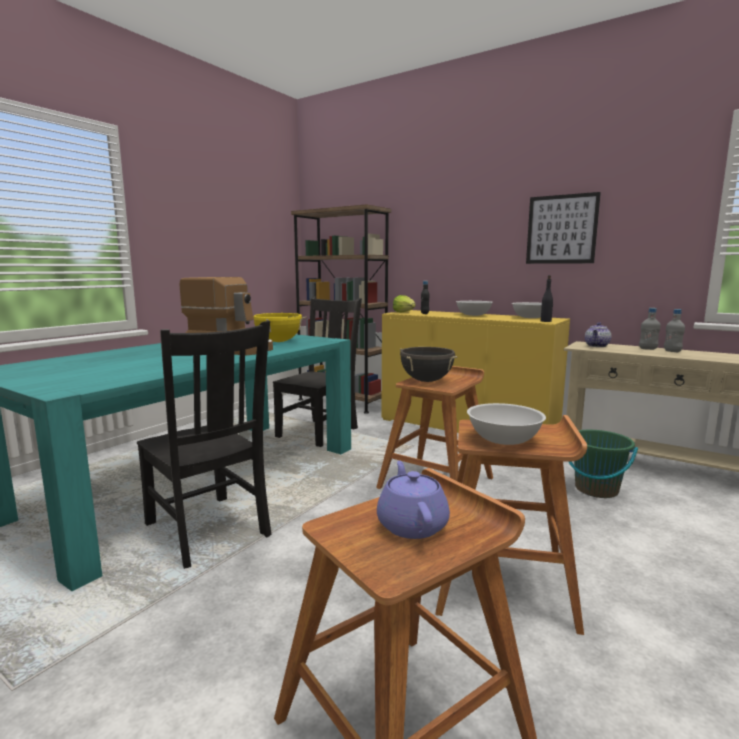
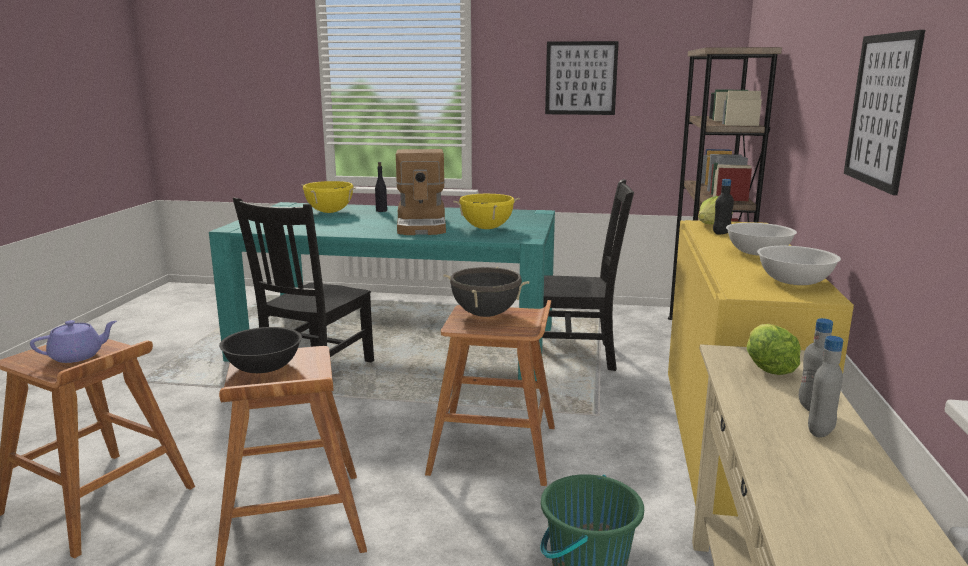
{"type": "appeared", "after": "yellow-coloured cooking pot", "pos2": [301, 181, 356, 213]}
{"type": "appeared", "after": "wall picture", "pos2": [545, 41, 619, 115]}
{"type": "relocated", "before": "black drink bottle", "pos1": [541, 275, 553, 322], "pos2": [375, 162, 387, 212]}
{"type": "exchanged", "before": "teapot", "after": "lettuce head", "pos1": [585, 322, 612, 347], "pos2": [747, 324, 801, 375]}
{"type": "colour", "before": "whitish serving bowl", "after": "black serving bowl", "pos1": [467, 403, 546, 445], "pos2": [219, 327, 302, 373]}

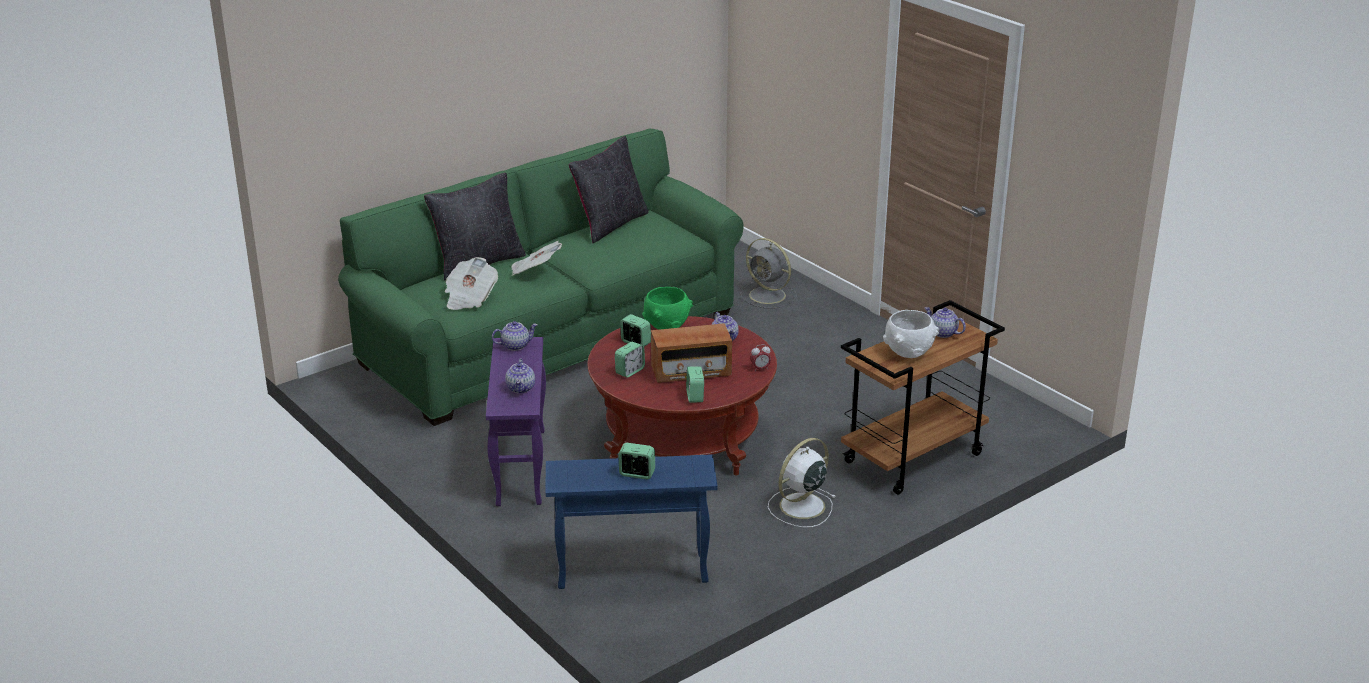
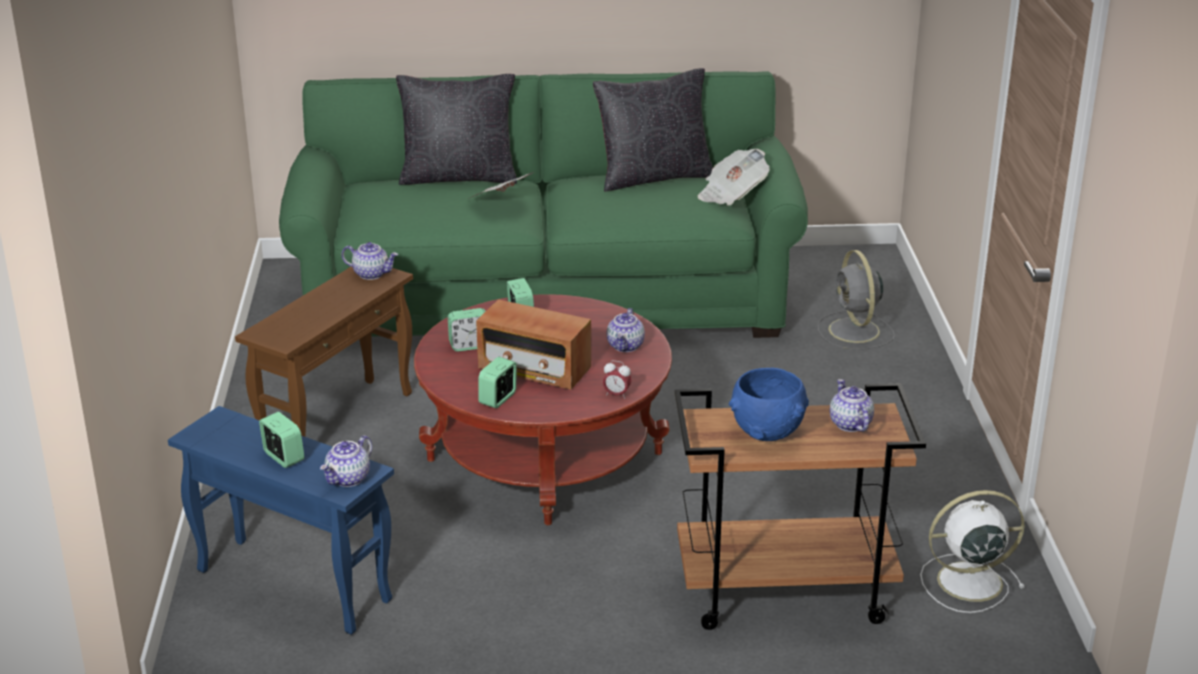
{"type": "missing", "before": "greenish serving bowl", "pos1": [642, 287, 693, 330]}
{"type": "relocated", "before": "newspaper", "pos1": [445, 257, 498, 310], "pos2": [697, 149, 770, 205]}
{"type": "relocated", "before": "teapot", "pos1": [505, 358, 535, 393], "pos2": [320, 435, 372, 487]}
{"type": "relocated", "before": "whitish electric fan", "pos1": [768, 438, 836, 528], "pos2": [920, 490, 1025, 613]}
{"type": "colour", "before": "purplish accent table", "after": "brown-coloured accent table", "pos1": [486, 337, 546, 506], "pos2": [235, 267, 413, 437]}
{"type": "colour", "before": "whitish serving bowl", "after": "blue-coloured serving bowl", "pos1": [883, 310, 939, 358], "pos2": [729, 368, 809, 441]}

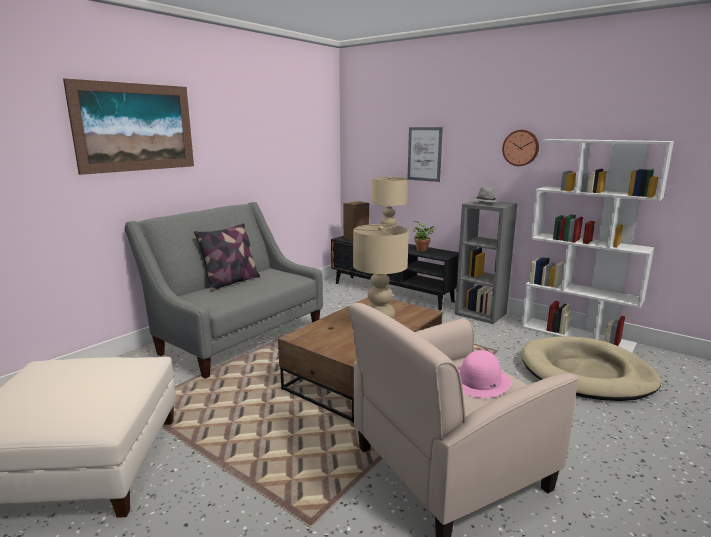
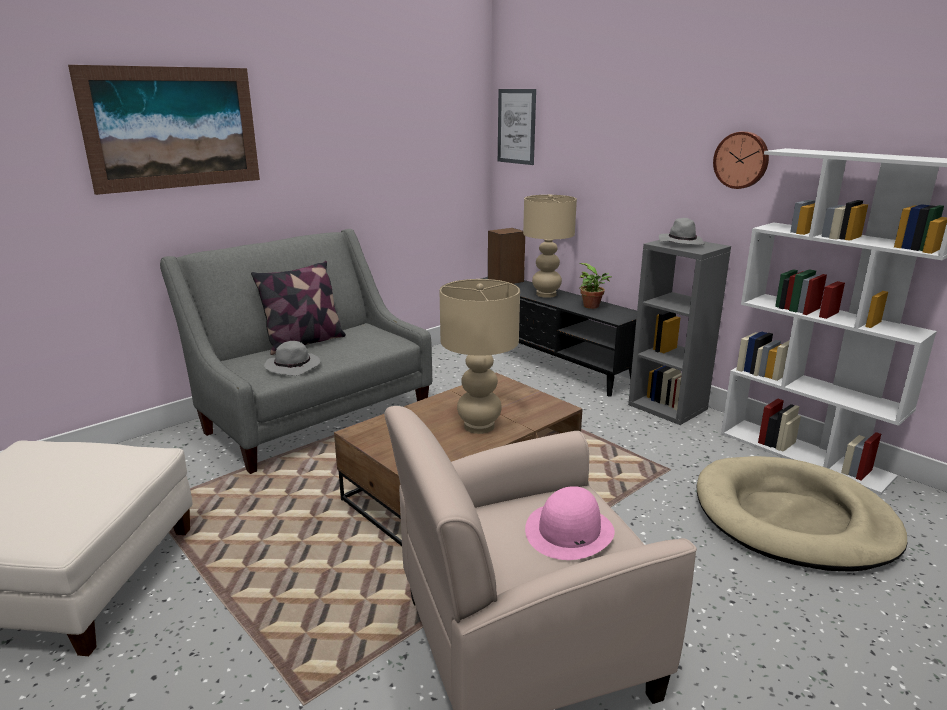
{"type": "appeared", "after": "gray clothing hat", "pos2": [264, 341, 320, 376]}
{"type": "relocated", "before": "wall picture", "pos1": [407, 127, 443, 182], "pos2": [498, 89, 536, 165]}

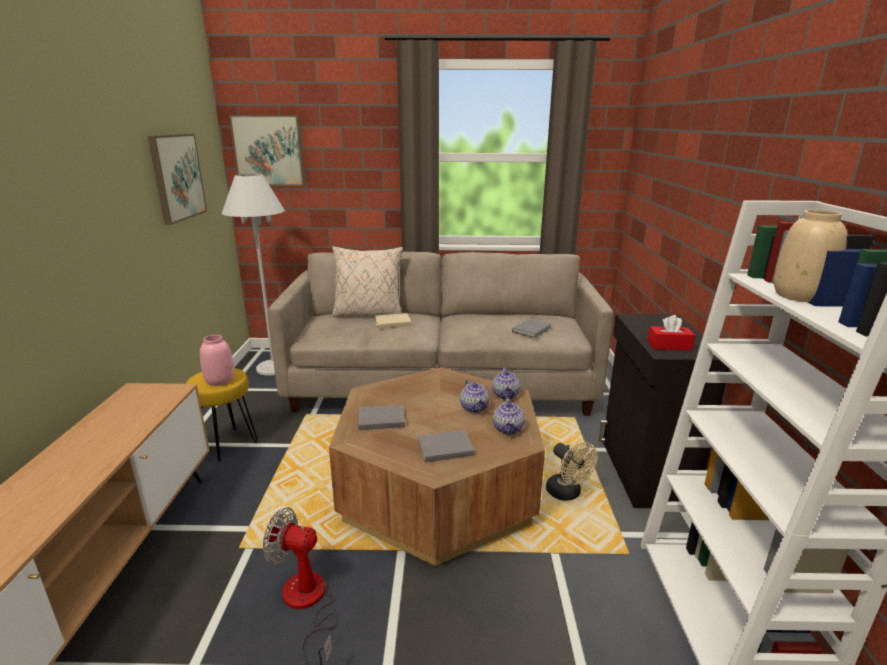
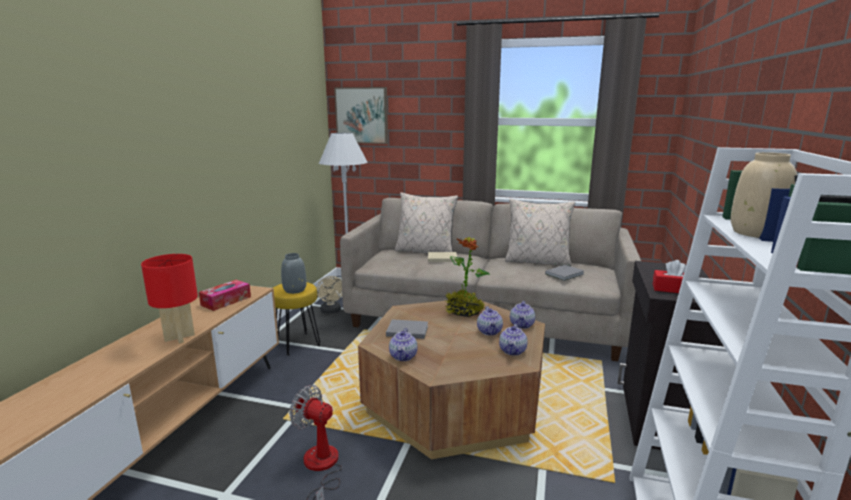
{"type": "missing", "before": "wall picture", "pos1": [148, 134, 207, 225]}
{"type": "missing", "before": "gray book", "pos1": [418, 430, 474, 462]}
{"type": "appeared", "after": "red-coloured tabletop lamp", "pos2": [141, 254, 198, 344]}
{"type": "appeared", "after": "box of tissues", "pos2": [199, 280, 251, 311]}
{"type": "appeared", "after": "teapot", "pos2": [389, 328, 418, 361]}
{"type": "appeared", "after": "houseplant", "pos2": [445, 237, 490, 317]}
{"type": "appeared", "after": "beige throw pillow", "pos2": [505, 199, 575, 266]}
{"type": "relocated", "before": "beige electric fan", "pos1": [546, 442, 598, 501], "pos2": [317, 276, 342, 314]}
{"type": "colour", "before": "pinkish flower vase", "after": "gray flower vase", "pos1": [200, 335, 235, 386], "pos2": [281, 253, 307, 294]}

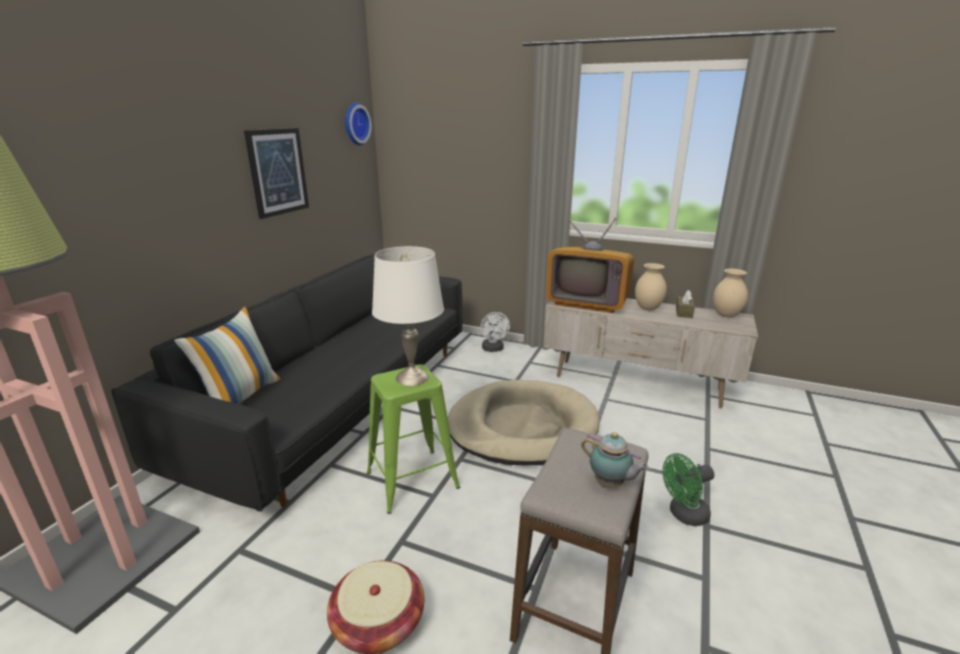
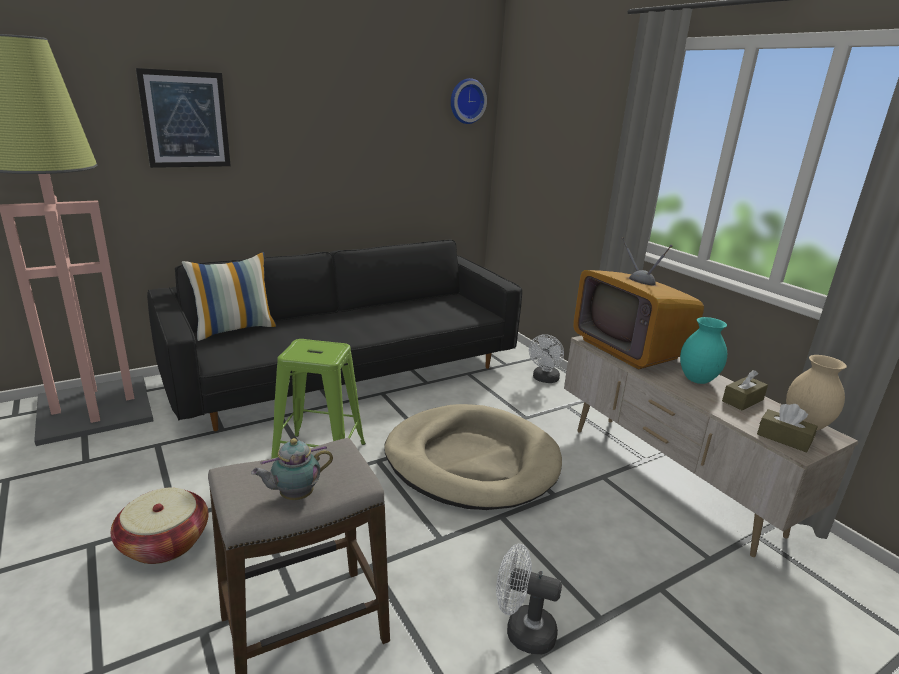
{"type": "missing", "before": "whitish tabletop lamp", "pos1": [372, 246, 444, 386]}
{"type": "appeared", "after": "brown-coloured box of tissues", "pos2": [757, 404, 818, 453]}
{"type": "relocated", "before": "wall picture", "pos1": [244, 128, 309, 219], "pos2": [136, 68, 231, 168]}
{"type": "colour", "before": "beige flower vase", "after": "turquoise-coloured flower vase", "pos1": [635, 263, 667, 310], "pos2": [680, 317, 727, 384]}
{"type": "colour", "before": "greenish electric fan", "after": "whitish electric fan", "pos1": [662, 453, 714, 526], "pos2": [496, 544, 562, 654]}
{"type": "spun", "before": "teapot", "pos1": [581, 432, 649, 487], "pos2": [251, 438, 333, 500], "turn": 75}

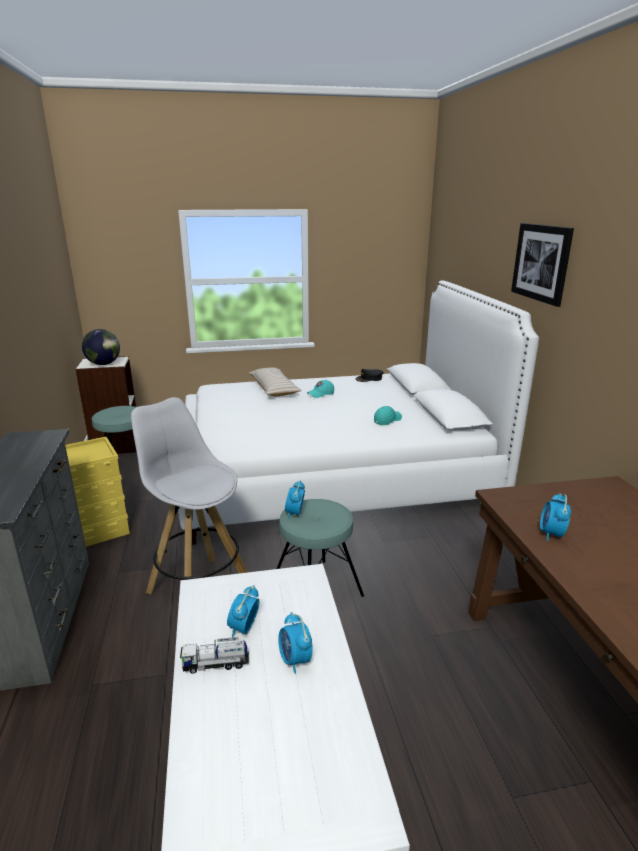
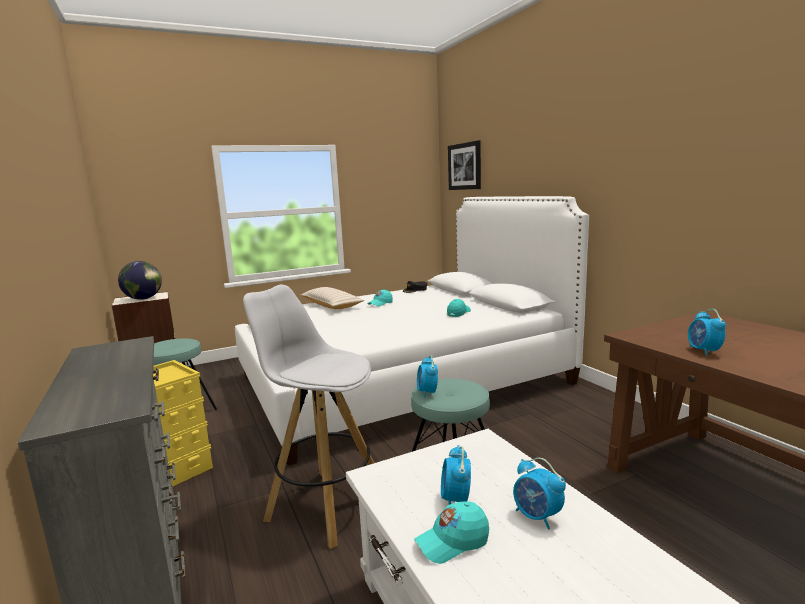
{"type": "relocated", "before": "wall picture", "pos1": [511, 223, 574, 307], "pos2": [448, 140, 481, 190]}
{"type": "exchanged", "before": "toy truck", "after": "turquoise-coloured peaked cap", "pos1": [180, 637, 249, 674], "pos2": [414, 501, 489, 564]}

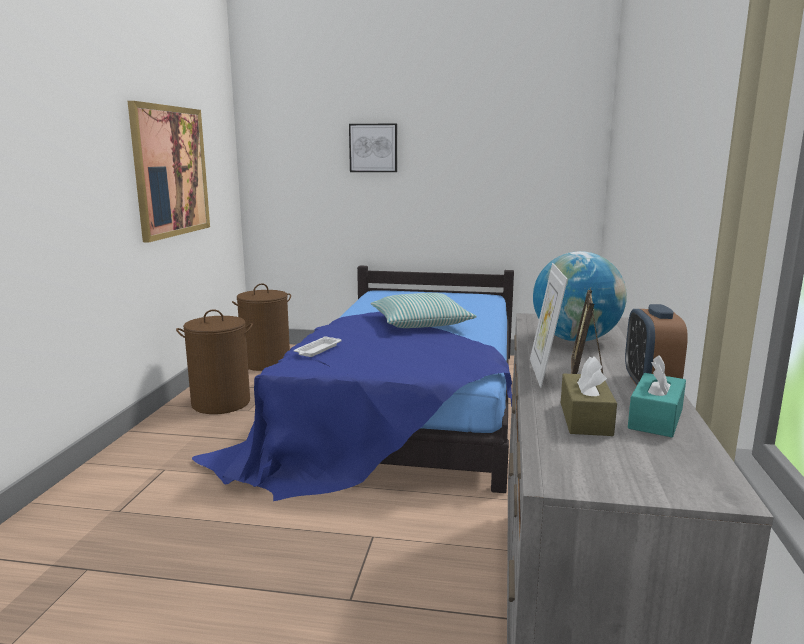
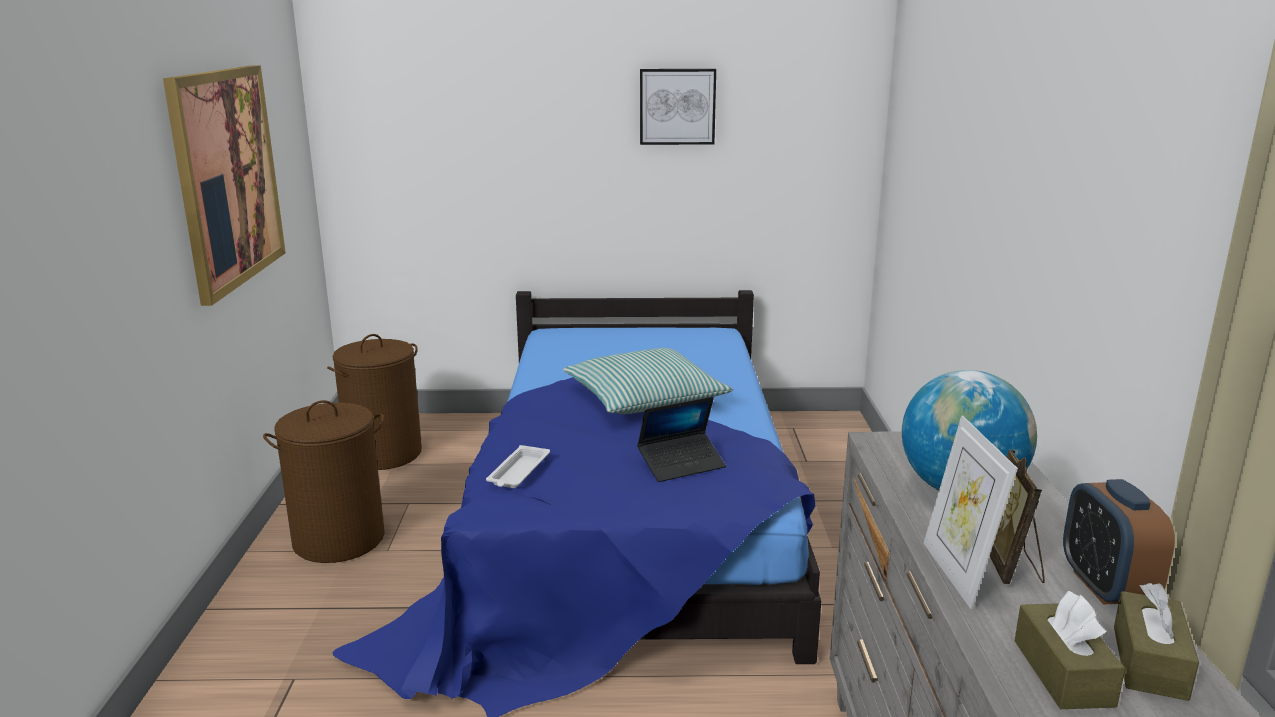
{"type": "appeared", "after": "notebook computer", "pos2": [637, 396, 726, 482]}
{"type": "relocated", "before": "wall picture", "pos1": [349, 123, 397, 172], "pos2": [640, 69, 716, 145]}
{"type": "colour", "before": "turquoise-coloured box of tissues", "after": "brown-coloured box of tissues", "pos1": [628, 355, 686, 437], "pos2": [1114, 583, 1199, 701]}

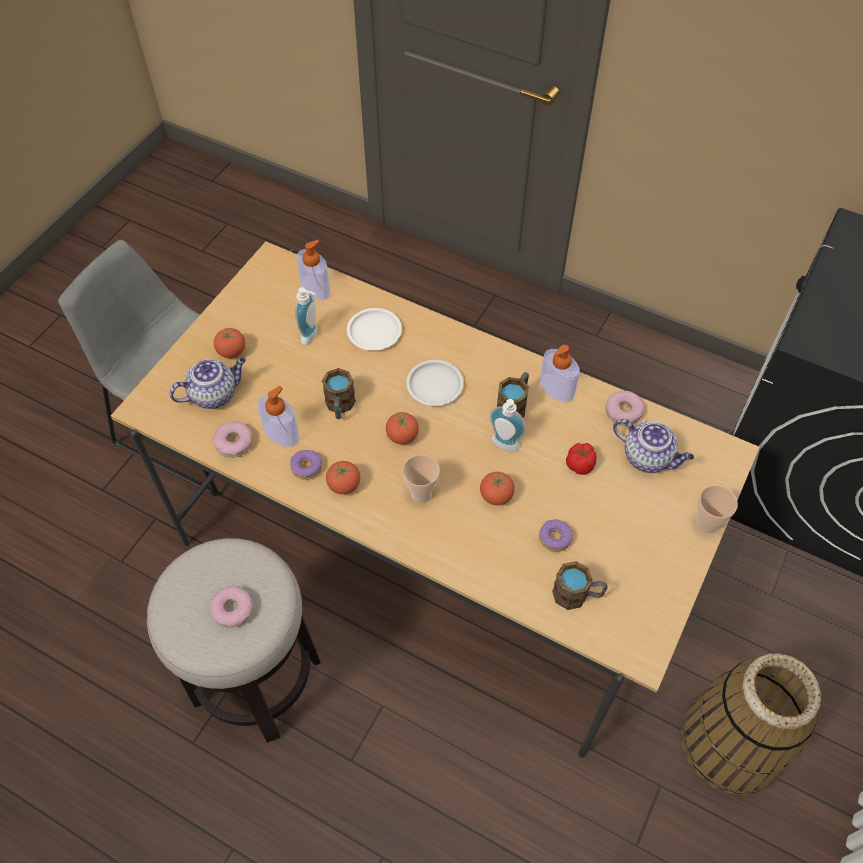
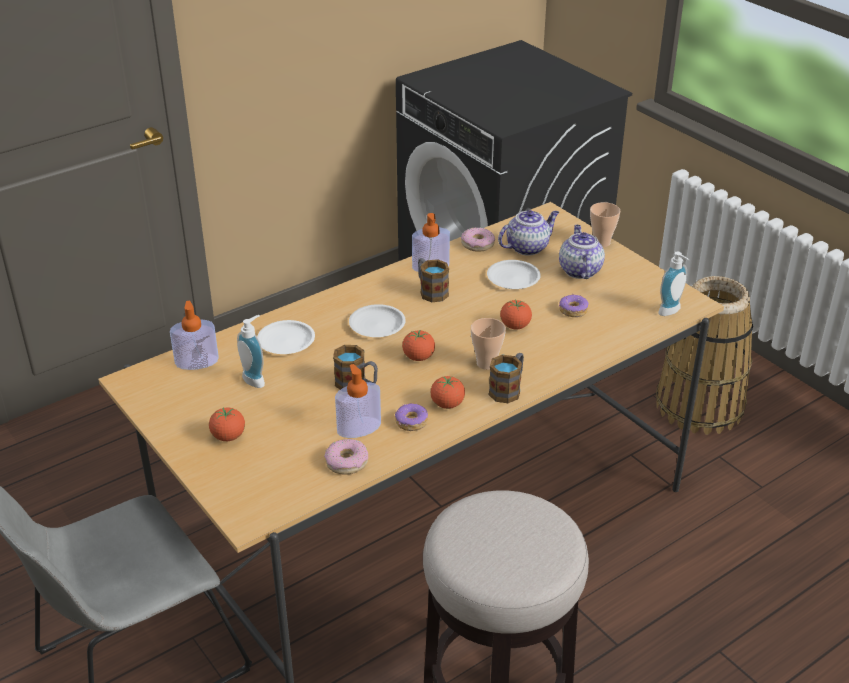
{"type": "missing", "before": "ring doughnut", "pos1": [210, 586, 254, 628]}
{"type": "relocated", "before": "teapot", "pos1": [170, 358, 246, 409], "pos2": [559, 225, 605, 279]}
{"type": "relocated", "before": "soap bottle", "pos1": [490, 399, 526, 452], "pos2": [659, 252, 689, 316]}
{"type": "relocated", "before": "tea mug", "pos1": [552, 561, 608, 610], "pos2": [488, 353, 524, 403]}
{"type": "exchanged", "before": "tomato", "after": "whitish flat dish", "pos1": [566, 443, 597, 475], "pos2": [487, 260, 541, 289]}

